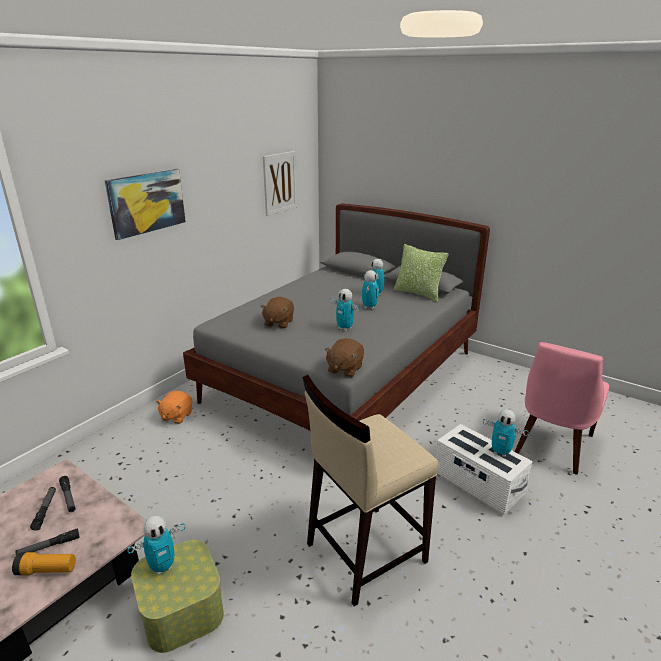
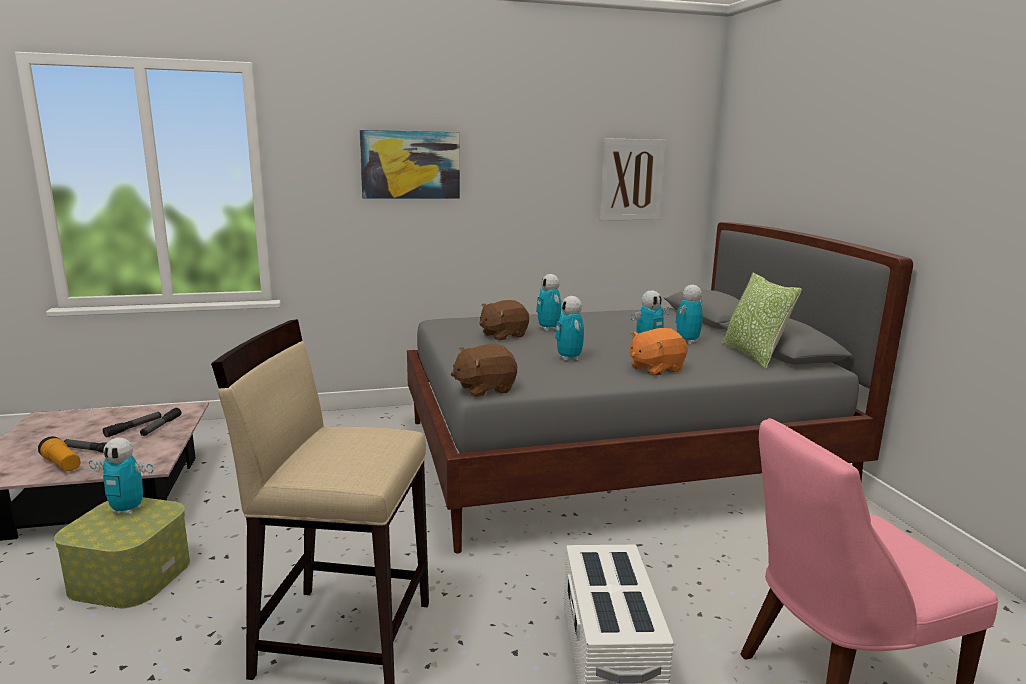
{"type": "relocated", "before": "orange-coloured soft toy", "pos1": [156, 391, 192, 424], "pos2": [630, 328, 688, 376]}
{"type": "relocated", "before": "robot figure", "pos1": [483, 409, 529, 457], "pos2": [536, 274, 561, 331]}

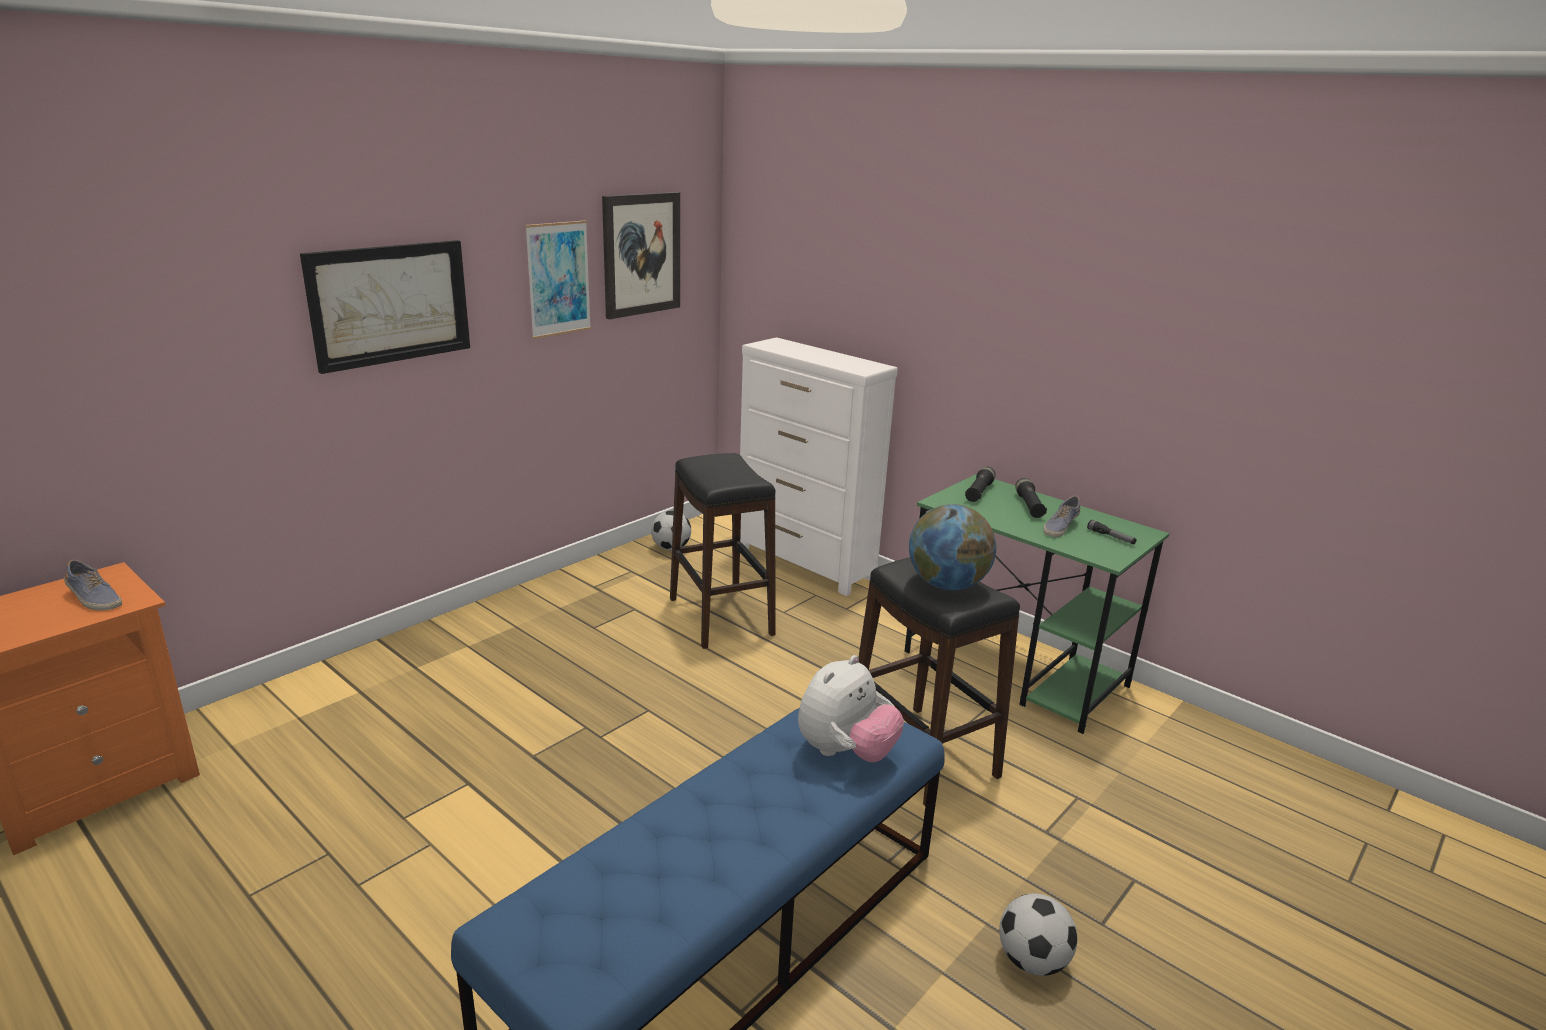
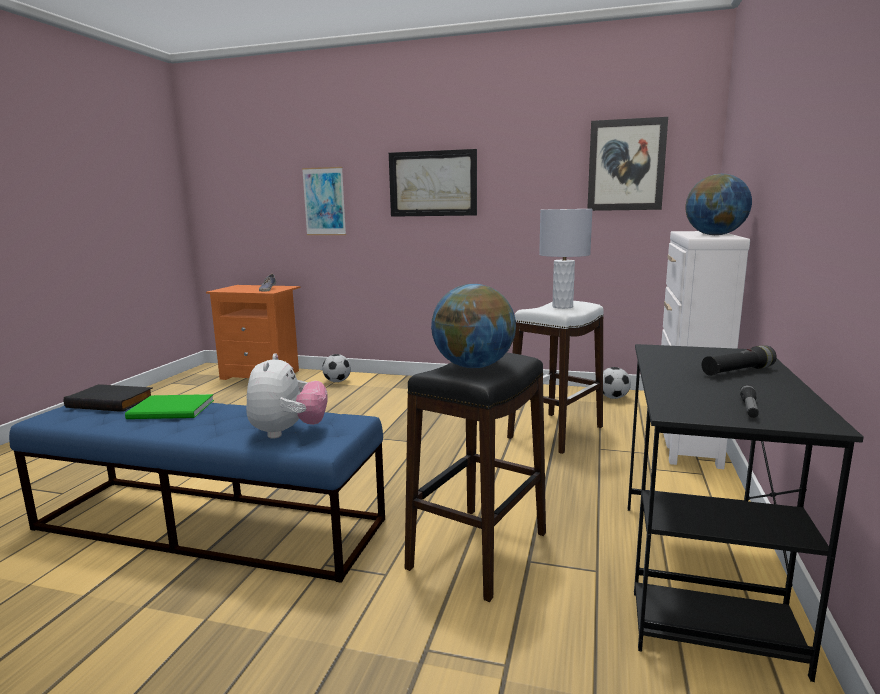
{"type": "missing", "before": "black torch", "pos1": [965, 467, 996, 502]}
{"type": "missing", "before": "shoe", "pos1": [1043, 496, 1080, 537]}
{"type": "appeared", "after": "black book", "pos2": [64, 384, 153, 412]}
{"type": "appeared", "after": "greenish book", "pos2": [125, 394, 214, 419]}
{"type": "appeared", "after": "gray tabletop lamp", "pos2": [539, 209, 593, 309]}
{"type": "appeared", "after": "world globe", "pos2": [686, 174, 752, 235]}
{"type": "relocated", "before": "wall picture", "pos1": [525, 220, 591, 339], "pos2": [302, 167, 346, 235]}
{"type": "relocated", "before": "football", "pos1": [999, 893, 1077, 976], "pos2": [322, 354, 351, 382]}
{"type": "colour", "before": "black sitting stool", "after": "whitish sitting stool", "pos1": [670, 453, 776, 649], "pos2": [507, 301, 604, 454]}
{"type": "colour", "before": "greenish desk", "after": "black desk", "pos1": [904, 474, 1169, 734], "pos2": [628, 344, 864, 682]}
{"type": "spun", "before": "soft toy", "pos1": [798, 655, 904, 762], "pos2": [246, 353, 327, 439], "turn": -105}

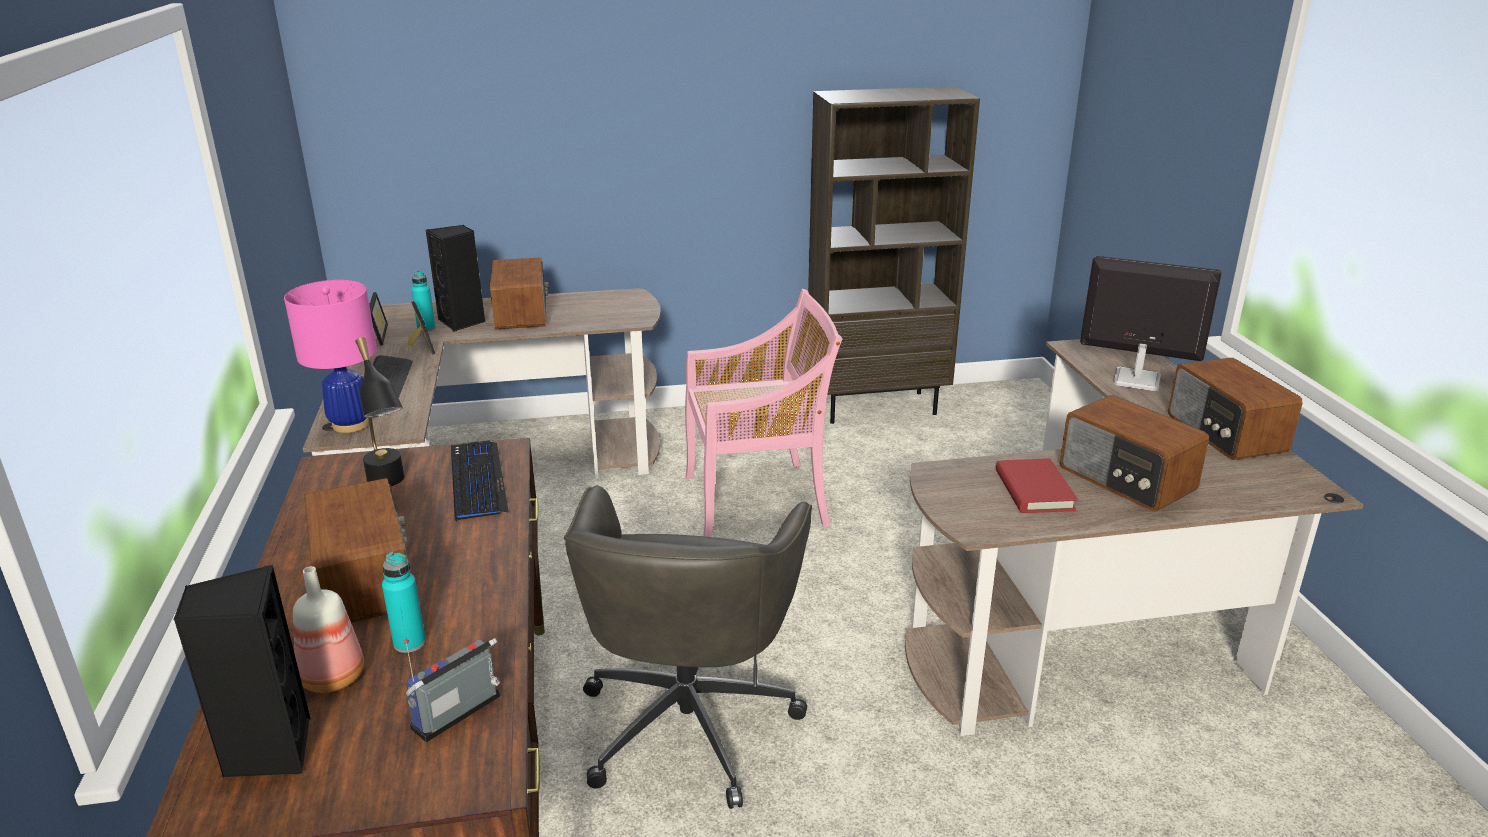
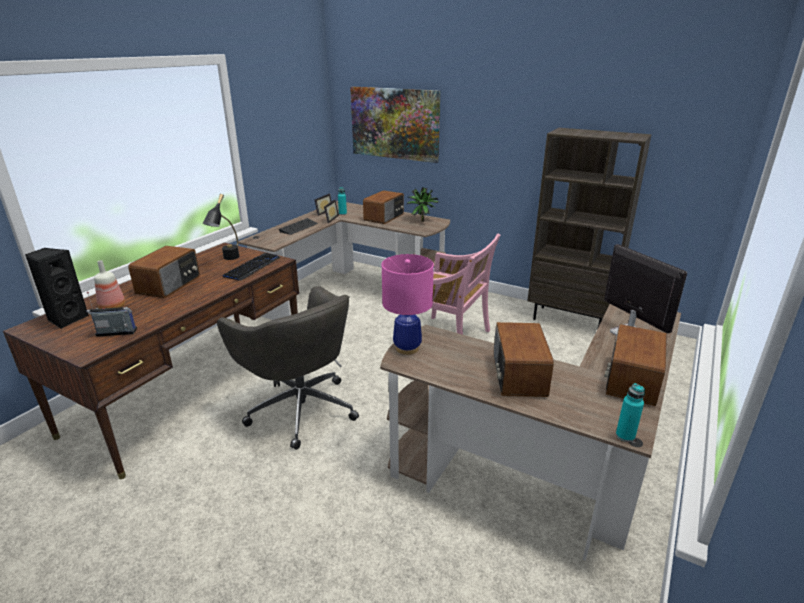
{"type": "missing", "before": "black audio speaker", "pos1": [426, 225, 485, 332]}
{"type": "missing", "before": "red-coloured book", "pos1": [996, 458, 1078, 513]}
{"type": "appeared", "after": "wall picture", "pos2": [350, 86, 440, 163]}
{"type": "appeared", "after": "houseplant", "pos2": [407, 187, 439, 222]}
{"type": "relocated", "before": "pinkish tabletop lamp", "pos1": [284, 280, 377, 433], "pos2": [382, 254, 434, 355]}
{"type": "relocated", "before": "turquoise-coloured drink bottle", "pos1": [382, 552, 426, 653], "pos2": [616, 383, 645, 442]}
{"type": "spun", "before": "gray computer chair", "pos1": [564, 485, 812, 809], "pos2": [217, 286, 359, 450], "turn": -90}

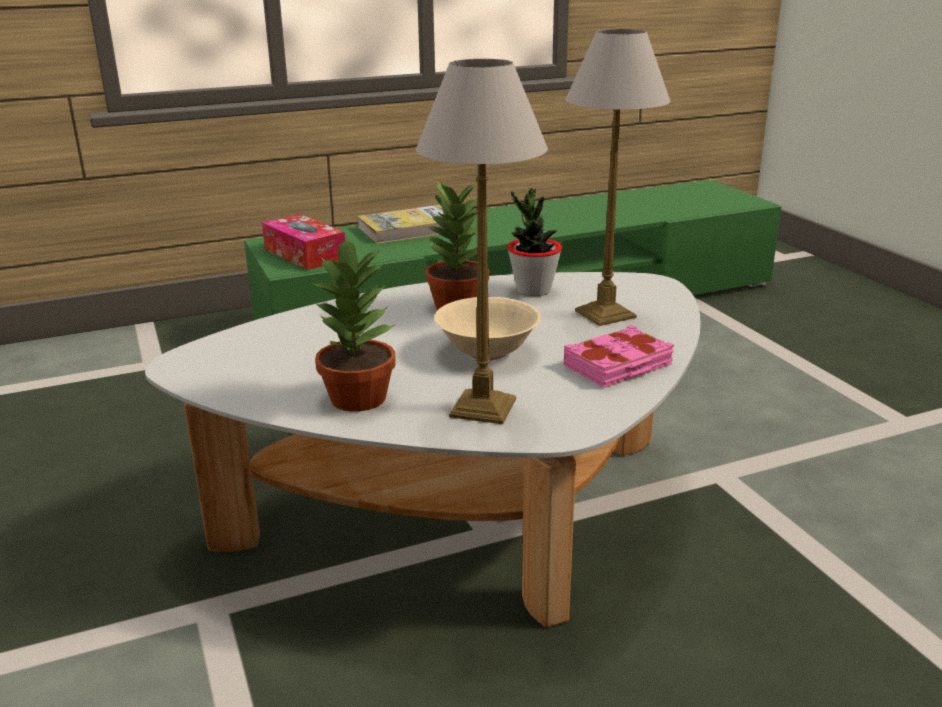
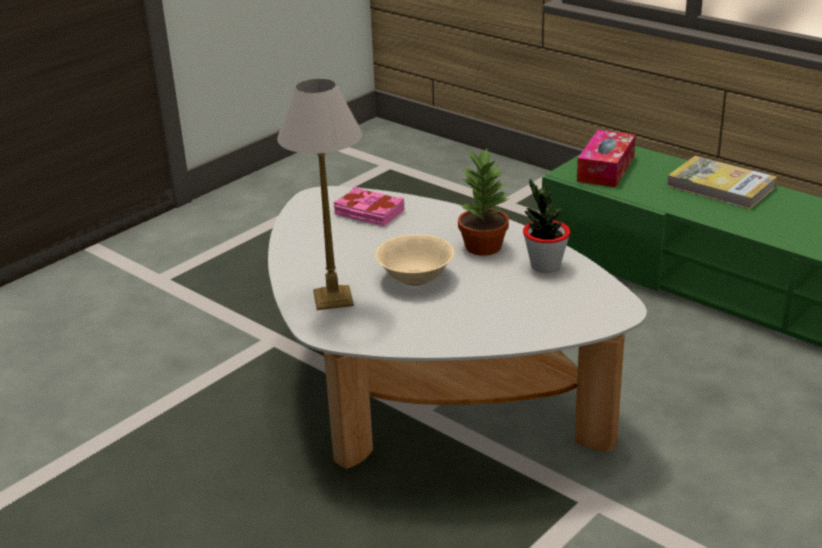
{"type": "missing", "before": "houseplant", "pos1": [312, 237, 396, 412]}
{"type": "missing", "before": "tabletop lamp", "pos1": [565, 29, 670, 326]}
{"type": "relocated", "before": "pinkish book", "pos1": [564, 325, 674, 388], "pos2": [334, 187, 404, 226]}

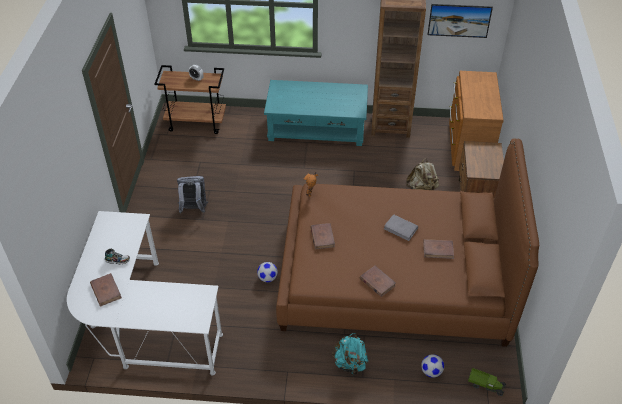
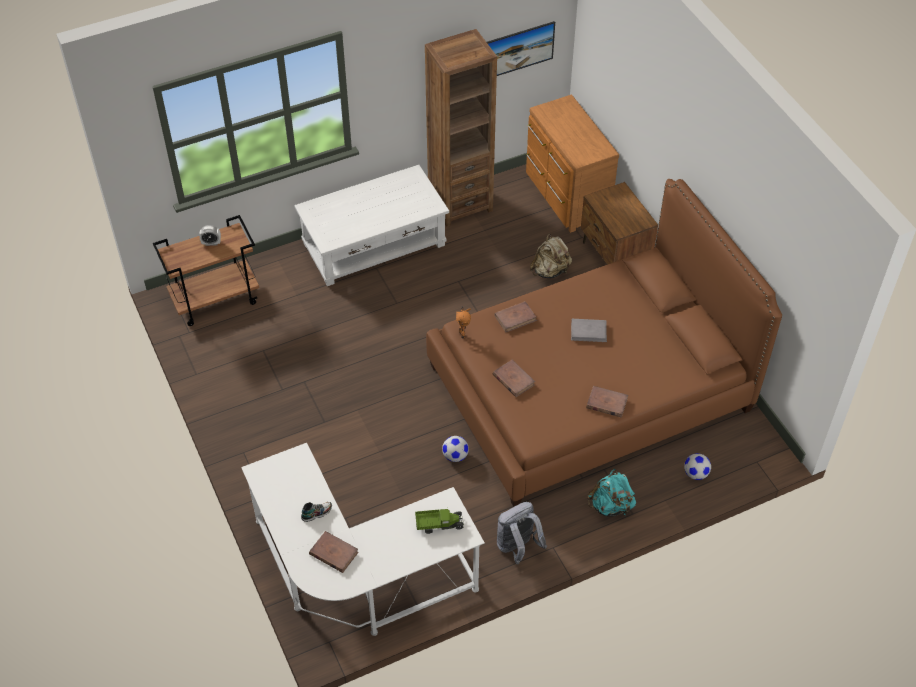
{"type": "relocated", "before": "gray knapsack", "pos1": [177, 176, 208, 213], "pos2": [497, 502, 547, 564]}
{"type": "relocated", "before": "brown-coloured book", "pos1": [423, 239, 454, 259], "pos2": [494, 301, 537, 332]}
{"type": "relocated", "before": "toy truck", "pos1": [468, 368, 506, 396], "pos2": [415, 507, 464, 534]}
{"type": "colour", "before": "turquoise-coloured low table", "after": "whitish low table", "pos1": [264, 80, 368, 146], "pos2": [294, 165, 449, 286]}

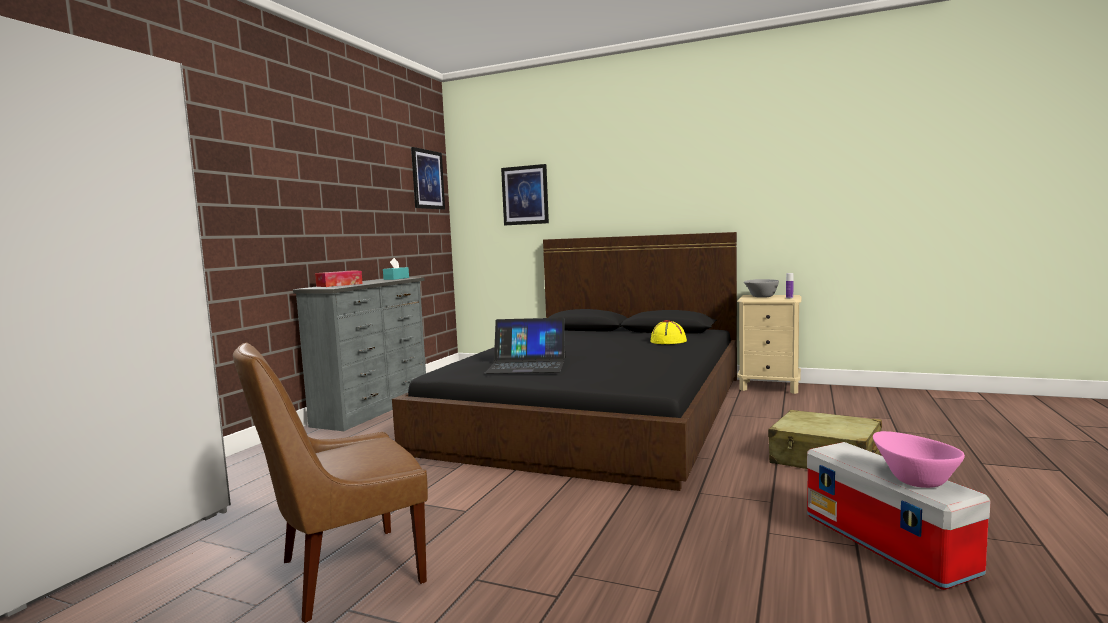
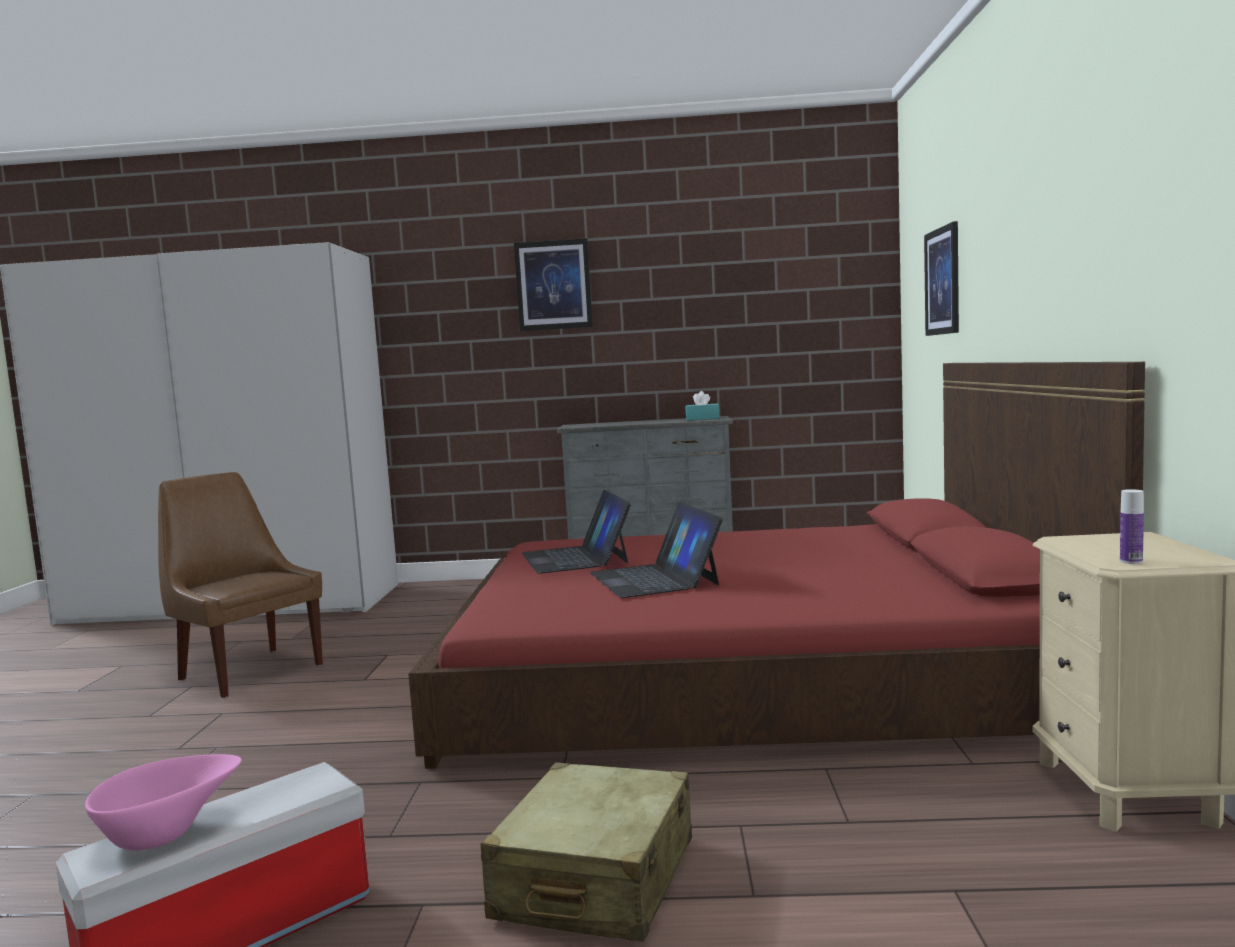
{"type": "missing", "before": "box of tissues", "pos1": [315, 271, 363, 287]}
{"type": "missing", "before": "yellow-coloured clothing hat", "pos1": [650, 320, 687, 344]}
{"type": "missing", "before": "gray serving bowl", "pos1": [744, 279, 779, 298]}
{"type": "appeared", "after": "notebook computer", "pos2": [590, 502, 723, 598]}
{"type": "relocated", "before": "wall picture", "pos1": [411, 147, 445, 209], "pos2": [514, 238, 593, 331]}
{"type": "colour", "before": "black sleeping bed", "after": "red-coloured sleeping bed", "pos1": [392, 232, 737, 491], "pos2": [408, 362, 1145, 769]}

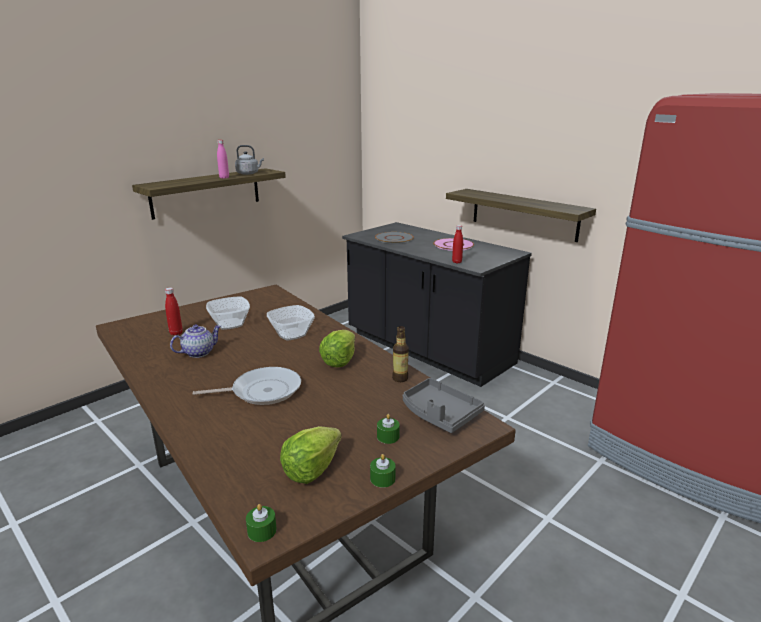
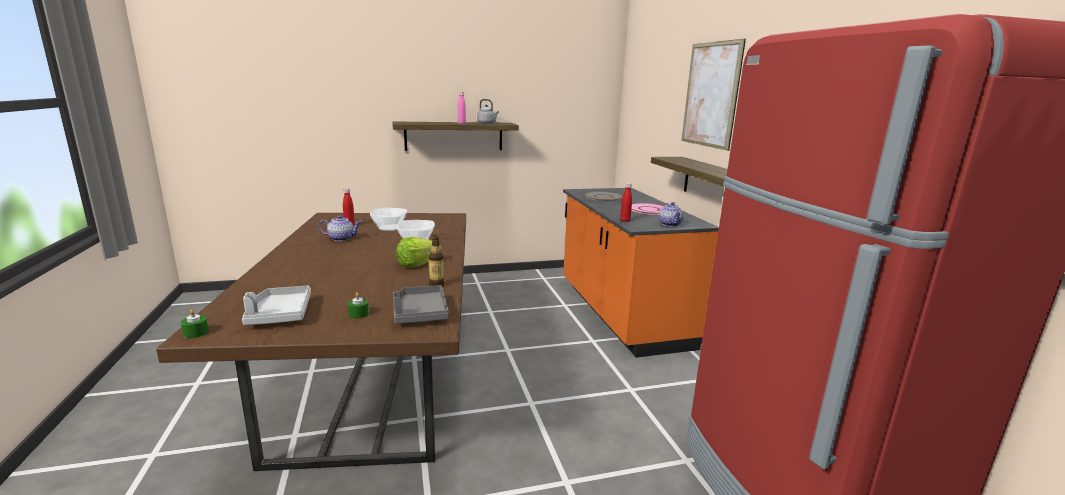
{"type": "missing", "before": "frying pan", "pos1": [193, 367, 301, 405]}
{"type": "missing", "before": "greenish candle", "pos1": [370, 454, 396, 488]}
{"type": "appeared", "after": "teapot", "pos2": [659, 202, 684, 227]}
{"type": "appeared", "after": "wall picture", "pos2": [681, 39, 746, 151]}
{"type": "exchanged", "before": "lettuce head", "after": "gray tray", "pos1": [280, 426, 342, 484], "pos2": [242, 286, 311, 325]}
{"type": "colour", "before": "black kitchen counter", "after": "orange-coloured kitchen counter", "pos1": [342, 222, 532, 387], "pos2": [563, 188, 719, 358]}

